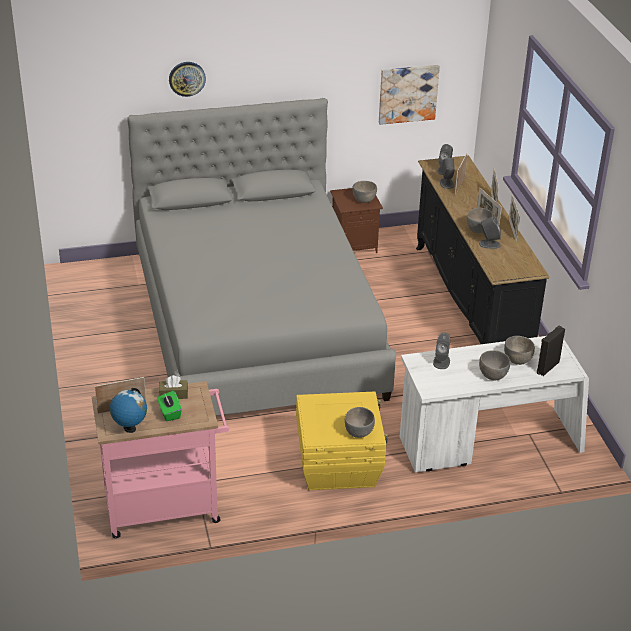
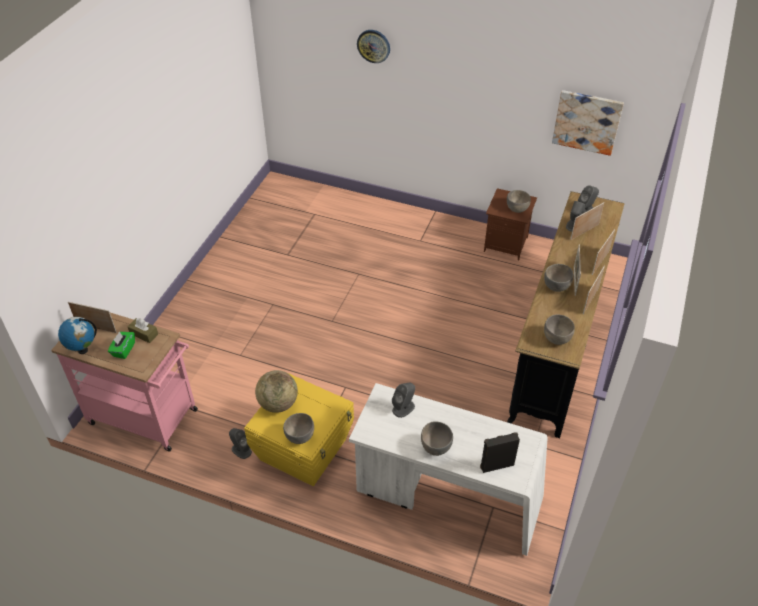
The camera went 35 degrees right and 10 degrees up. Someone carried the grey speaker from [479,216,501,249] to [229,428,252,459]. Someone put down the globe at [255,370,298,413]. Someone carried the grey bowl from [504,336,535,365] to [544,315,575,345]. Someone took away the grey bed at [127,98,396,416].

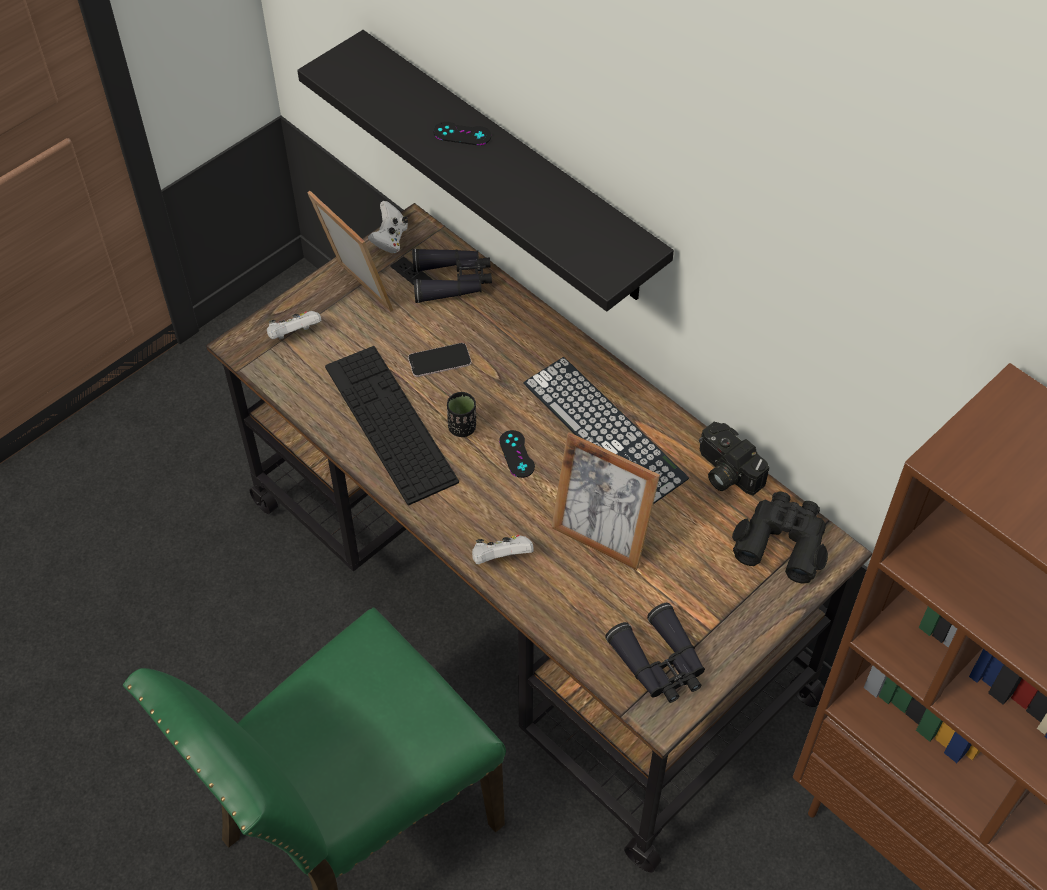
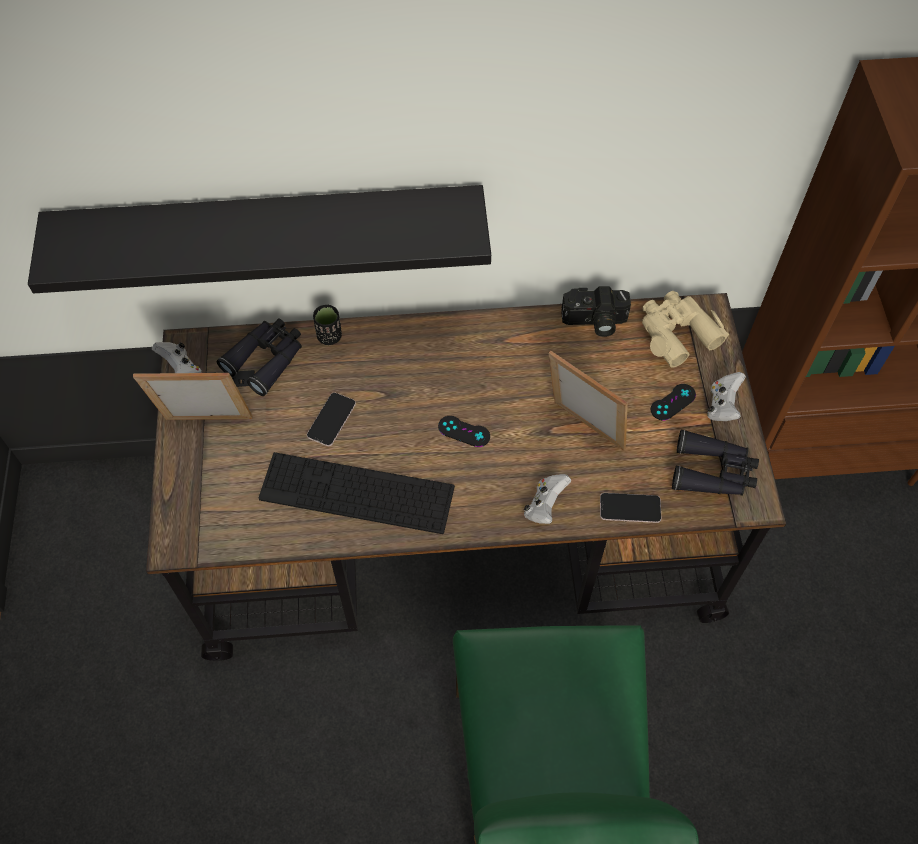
The camera went 50 degrees left and 5 degrees up. Someone carried the black cup from [447,392,476,437] to [313,305,342,345]. Someone rotated the picture frame at [551,432,660,570] by 120 degrees counterclockwise. Someone put down the phone at [600,493,661,523]. Someone repainted the black binoculars at [732,491,828,584], which became the beige binoculars at [642,291,729,368]. Someone carried the black game controller from [433,122,491,145] to [651,384,696,420]. Someone carried the white game controller from [267,311,321,340] to [707,372,746,421]. Someone took away the keyboard at [523,357,689,504].

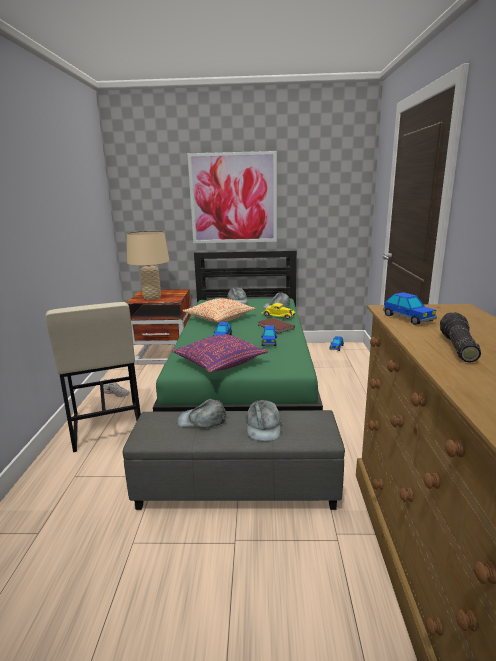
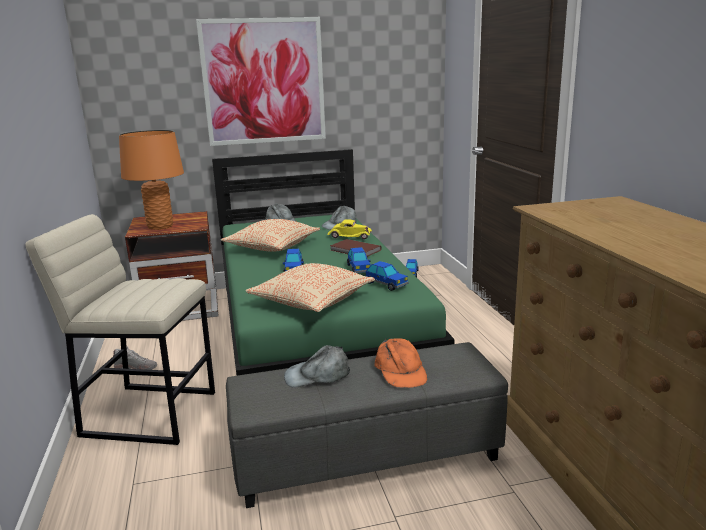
The camera went 15 degrees left and 0 degrees up. Someone rotated the beige chair at [45,302,141,452] by 135 degrees clockwise. Someone repainted the beige table lamp at [127,231,170,300], which became the orange table lamp at [119,130,184,230]. Someone repainted the purple pillow at [172,334,268,373], which became the beige pillow at [245,263,375,312]. Someone carried the toy car from [383,292,437,325] to [366,261,409,291]. Someone repainted the grey cap at [245,400,282,442], which became the orange cap at [375,338,427,388]. Someone took away the flashlight at [440,312,481,363].

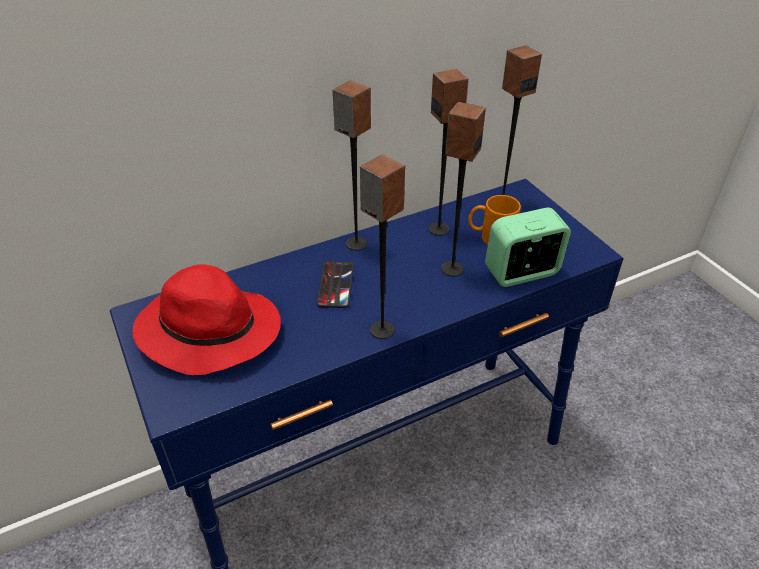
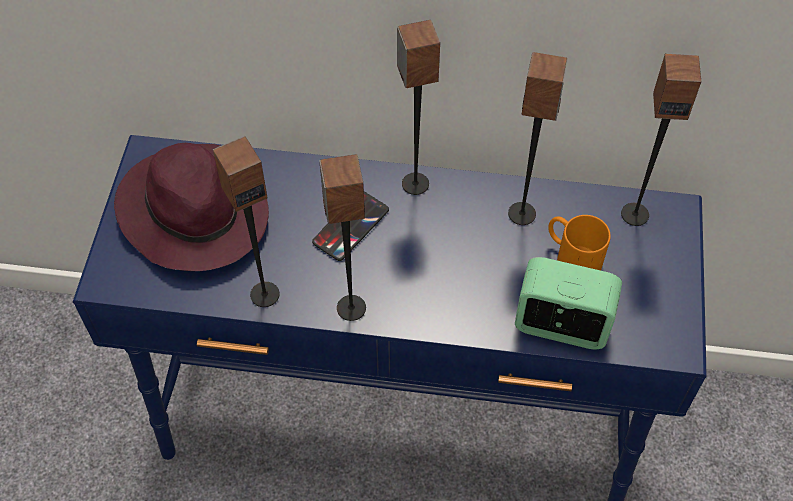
The camera went 35 degrees right and 15 degrees up. Someone repainted the red hat at [133,264,281,375], which became the purple hat at [114,143,269,271]. Someone carried the speaker from [441,102,486,276] to [213,136,280,307].

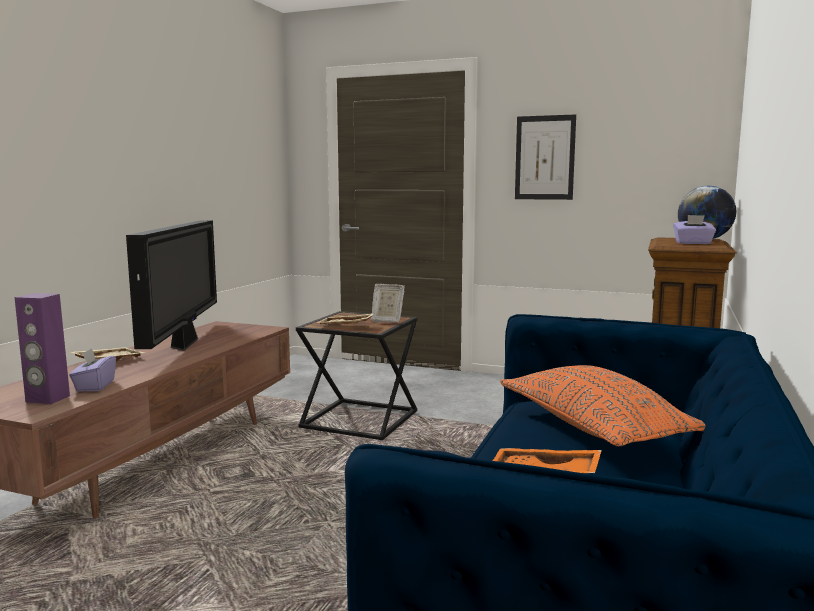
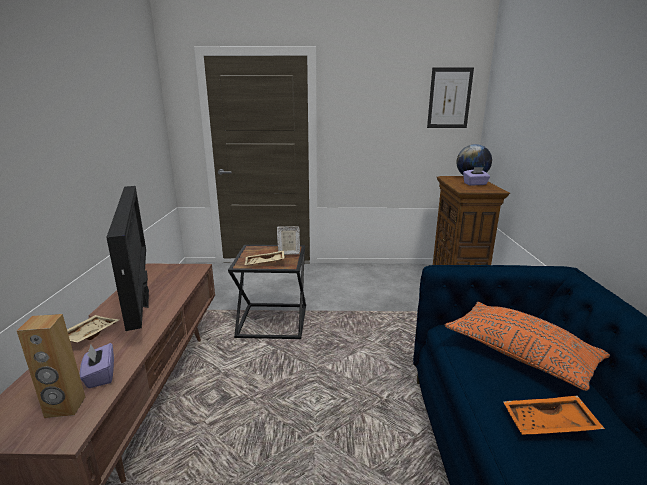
The camera went 20 degrees left and 10 degrees up. Someone repainted the purple speaker at [15,293,70,404], which became the brown speaker at [17,314,85,418]. Someone carried the picture from [515,114,576,200] to [427,67,474,128].

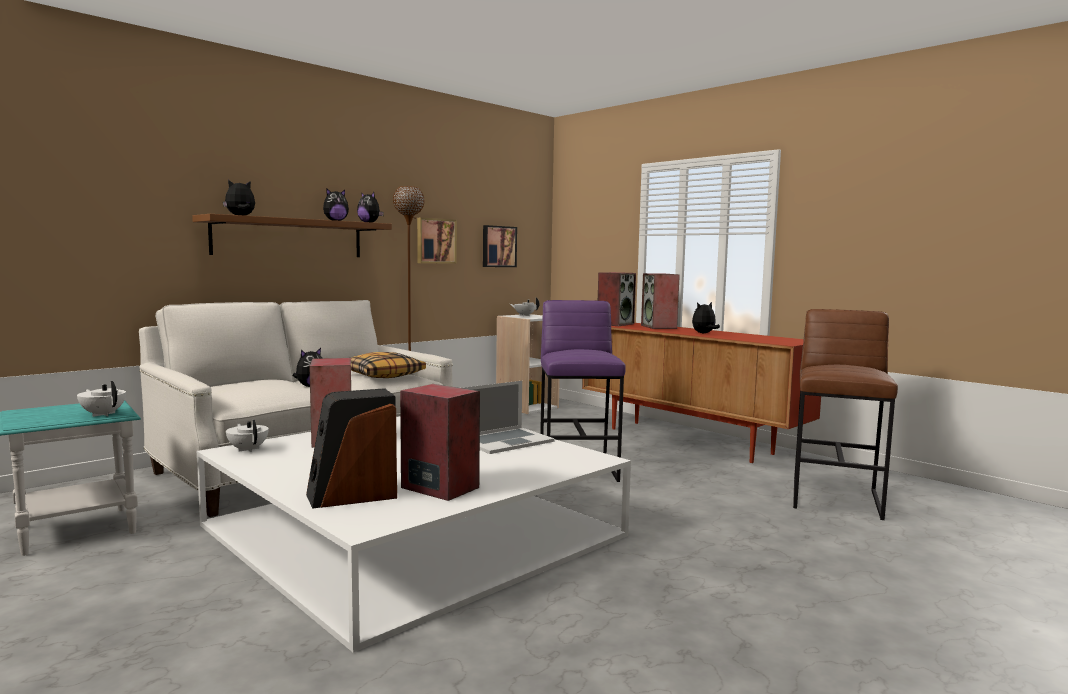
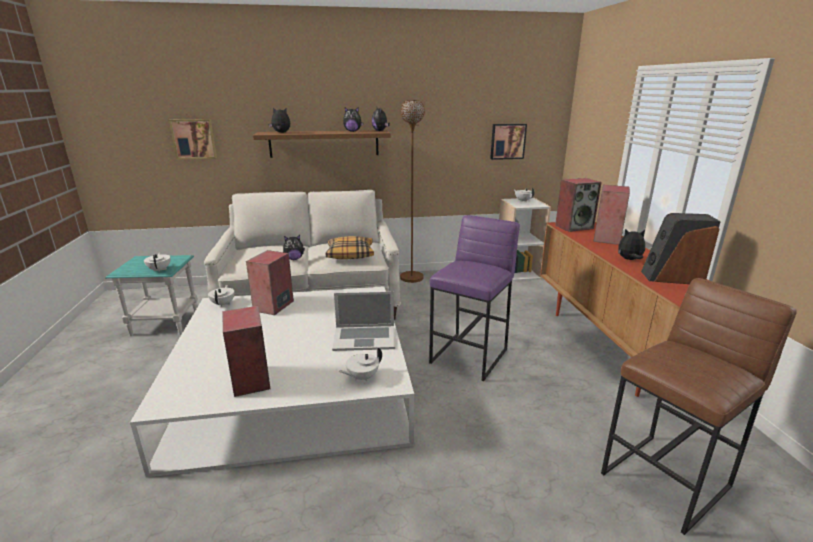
The camera went 35 degrees right and 15 degrees up. Someone carried the picture from [417,218,457,264] to [169,119,217,159]. Someone put down the white teapot at [339,347,382,381]. Someone carried the speaker from [306,388,397,509] to [641,213,721,284].

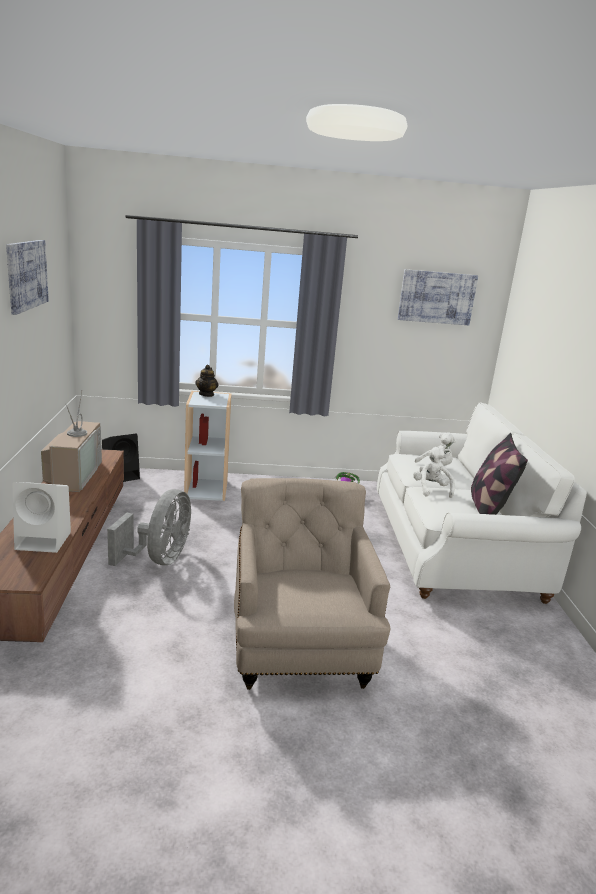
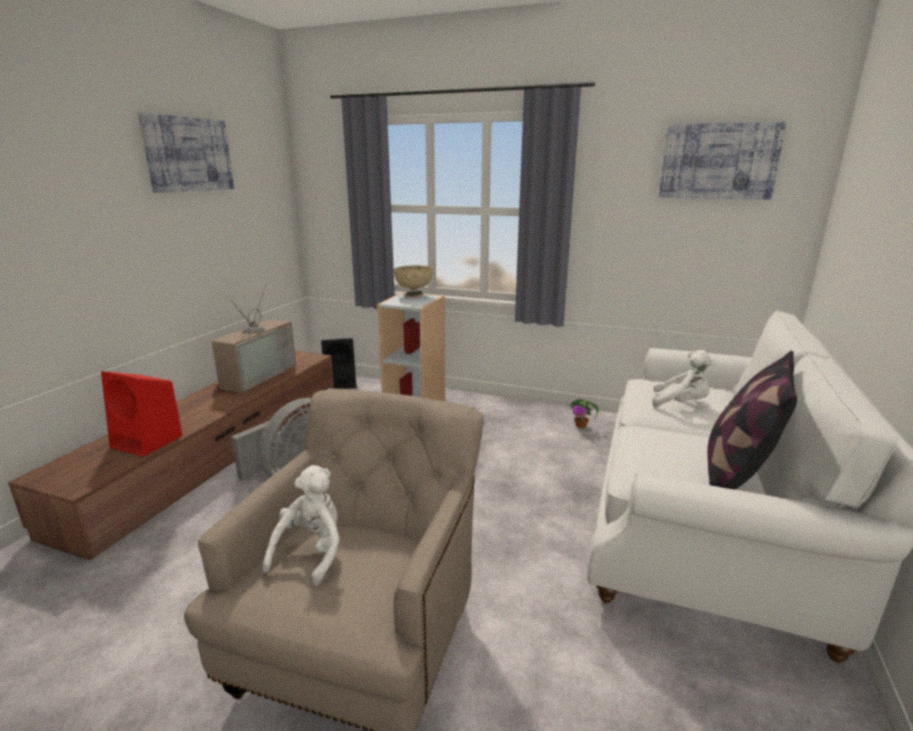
The camera went 25 degrees right and 0 degrees up. Someone repainted the white speaker at [13,482,71,553], which became the red speaker at [101,371,183,457]. Someone carried the white plush toy from [413,447,455,498] to [263,465,340,586]. Someone swapped the teapot at [195,364,218,397] for the beige bowl at [394,265,433,298].

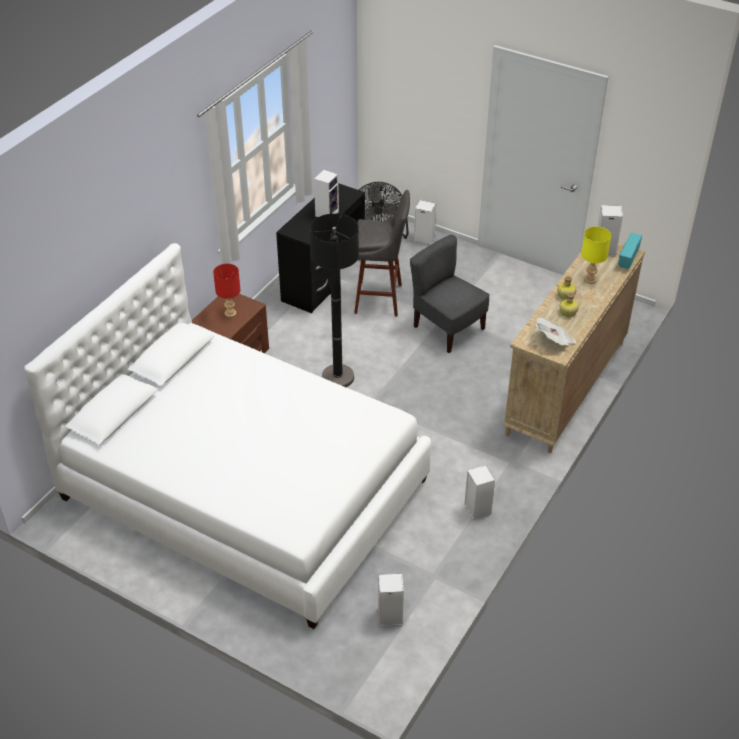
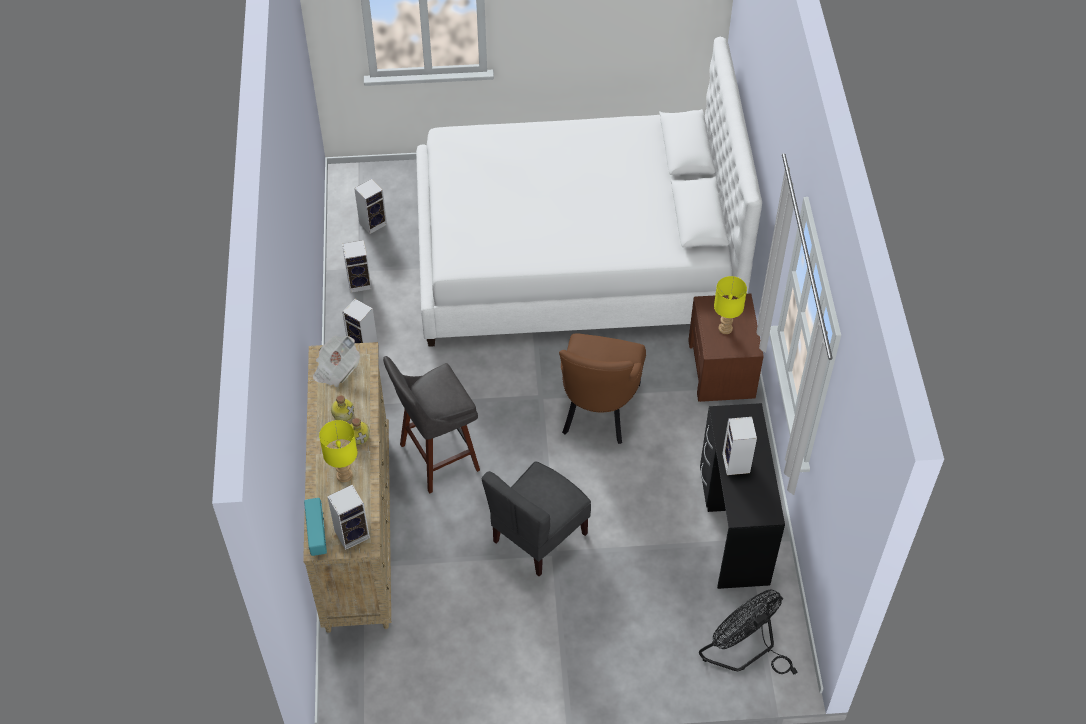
The camera went 145 degrees right and 10 degrees up. Someone carried the speaker from [414,200,436,245] to [342,240,372,293]. Someone carried the grey stool from [354,190,410,316] to [383,356,480,494]. Someone rotated the grey chair at [410,235,490,353] by 120 degrees clockwise. Someone swapped the black floor lamp at [310,213,359,387] for the brown chair at [559,333,646,444]. Someone repainted the red table lamp at [213,264,241,317], which became the yellow table lamp at [714,276,747,334].

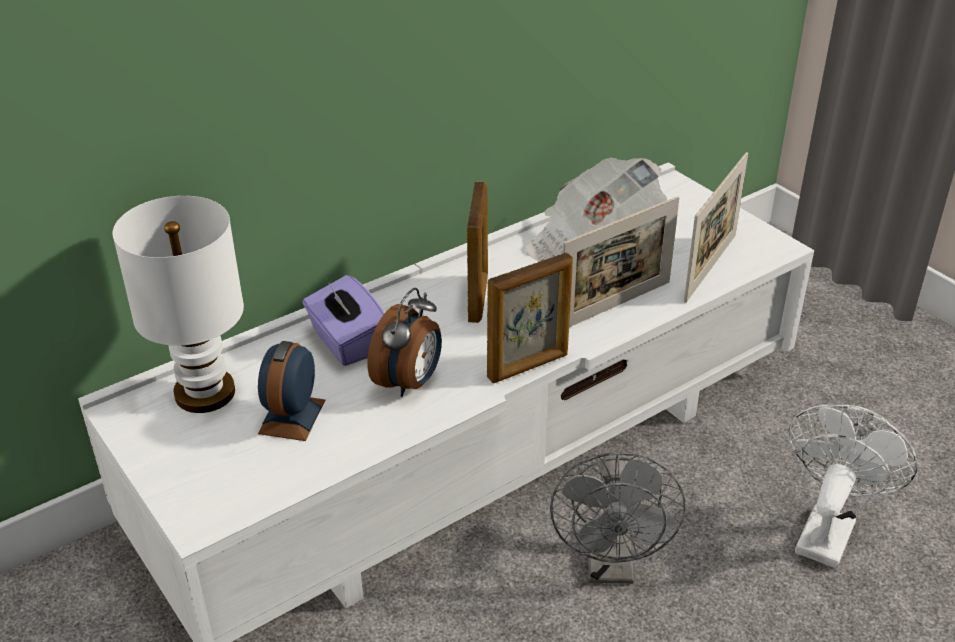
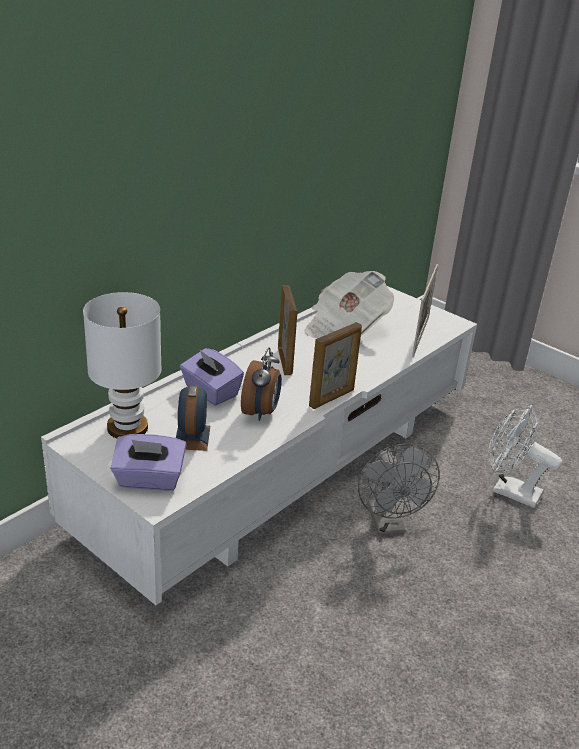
The camera went 15 degrees left and 5 degrees down. Someone put down the purple tissue box at [110,434,186,491]. Someone rotated the white fan at [788,405,917,568] by 75 degrees counterclockwise. Someone took away the picture frame at [563,196,679,327].

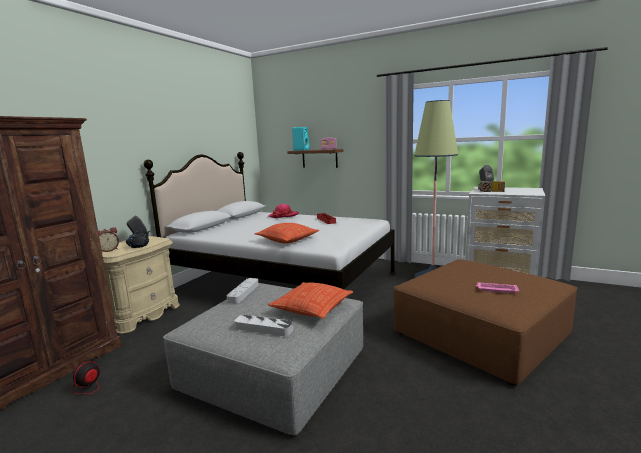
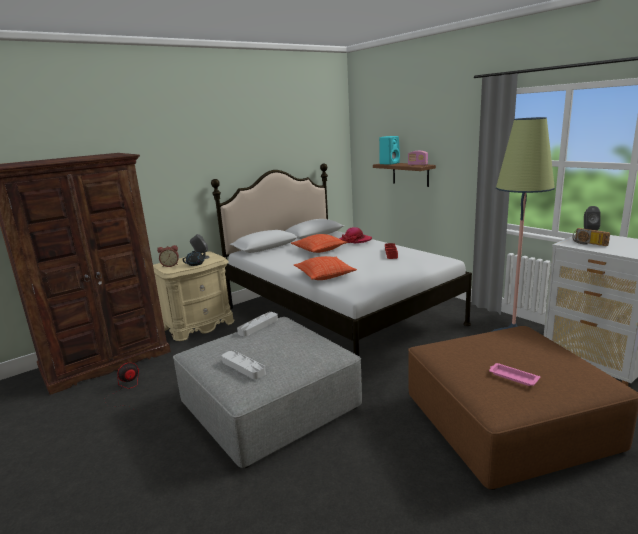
The camera went 25 degrees right and 5 degrees up. Someone carried the orange pillow from [268,282,353,319] to [291,234,348,253].

